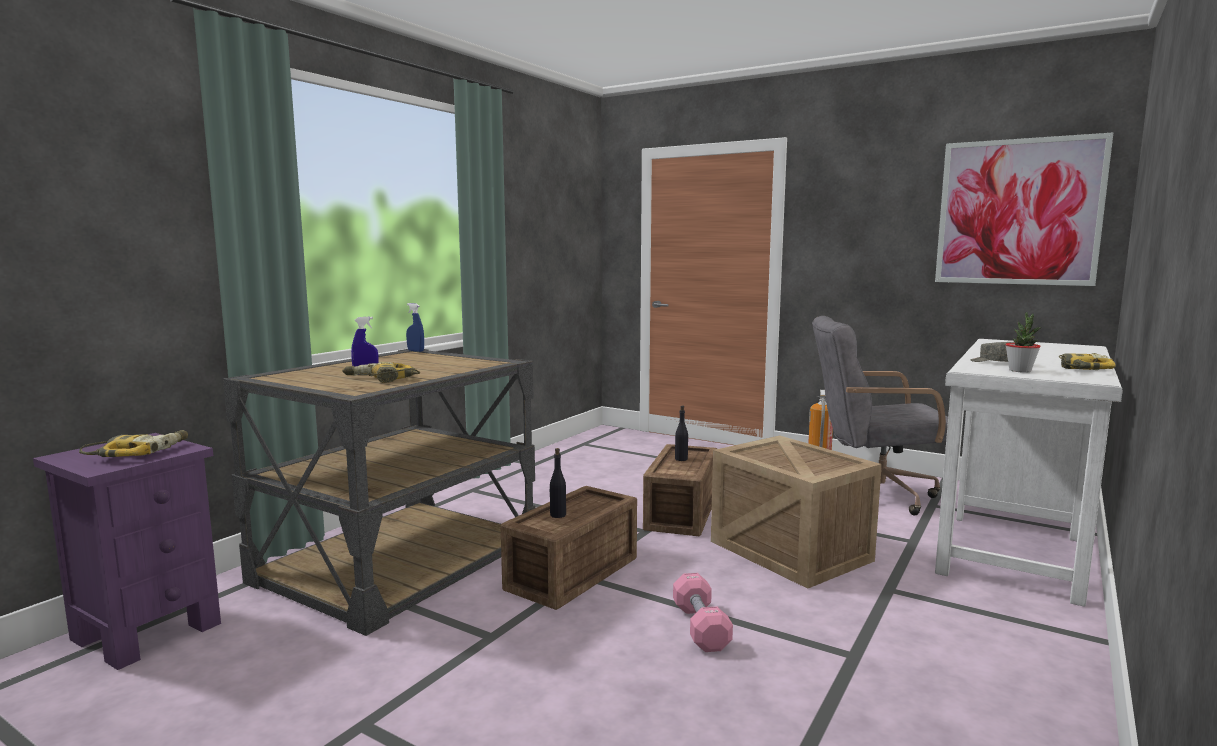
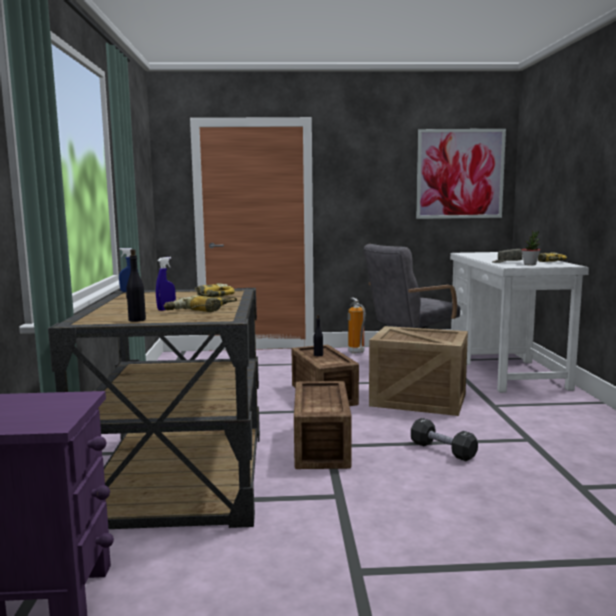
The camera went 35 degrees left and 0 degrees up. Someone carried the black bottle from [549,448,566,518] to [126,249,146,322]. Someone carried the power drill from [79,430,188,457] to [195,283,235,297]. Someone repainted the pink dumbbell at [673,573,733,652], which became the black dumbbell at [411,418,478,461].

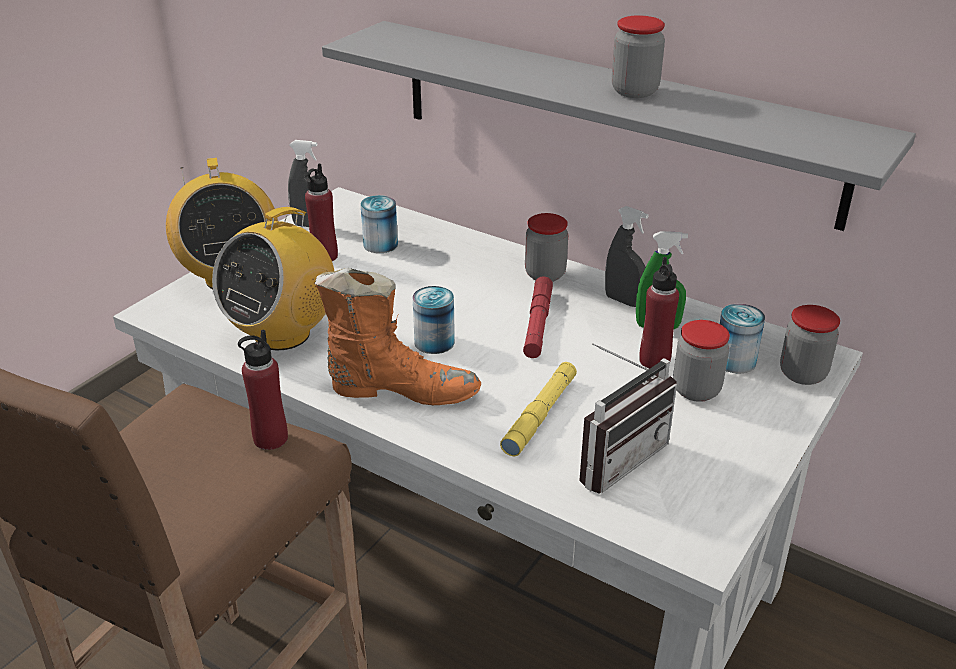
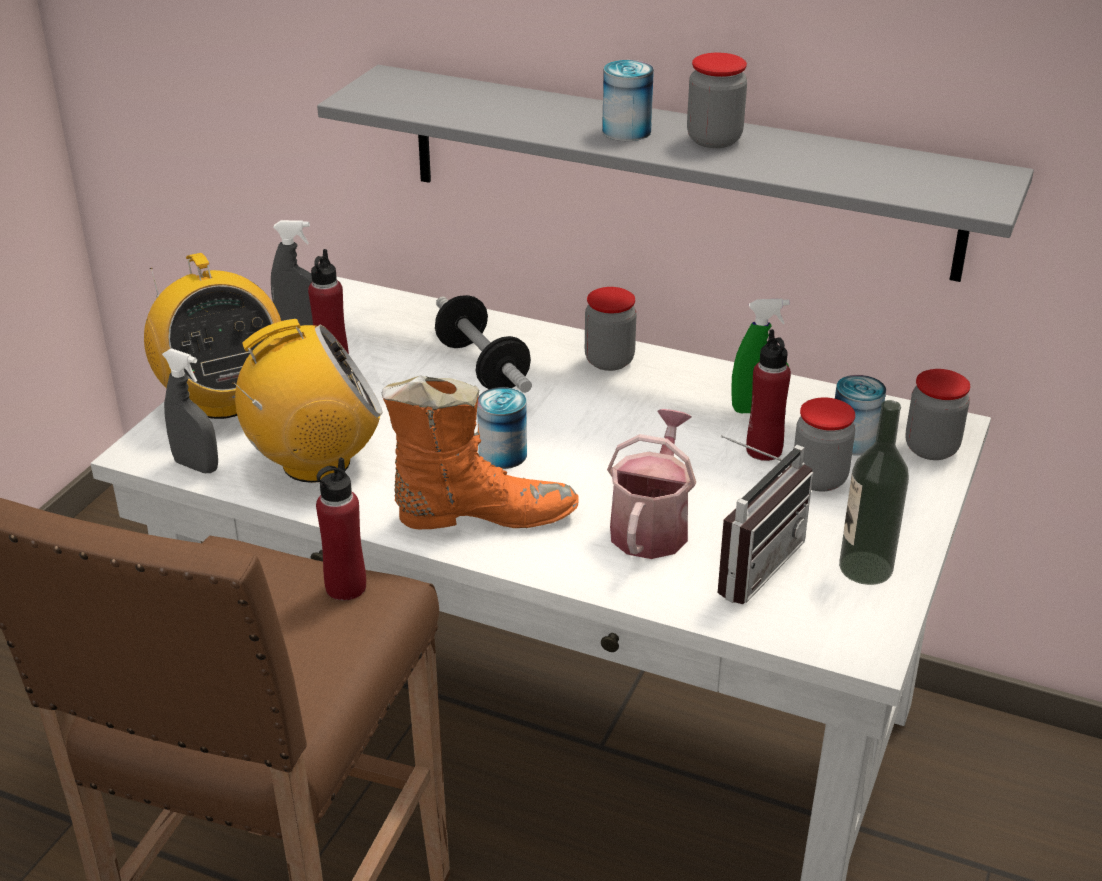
The camera went 10 degrees left and 0 degrees up. Someone carried the grey spray bottle from [605,206,648,307] to [162,348,218,473]. Someone rotated the radio at [212,206,334,350] by 135 degrees counterclockwise. Someone put down the dumbbell at [435,295,532,393]. Someone carried the can from [360,195,398,253] to [602,60,654,141]. Someone swapped the yellow flashlight at [500,362,577,457] for the watering can at [607,409,696,559]. Someone put down the bottle at [839,400,909,585]. Someone took away the red flashlight at [523,277,553,358].

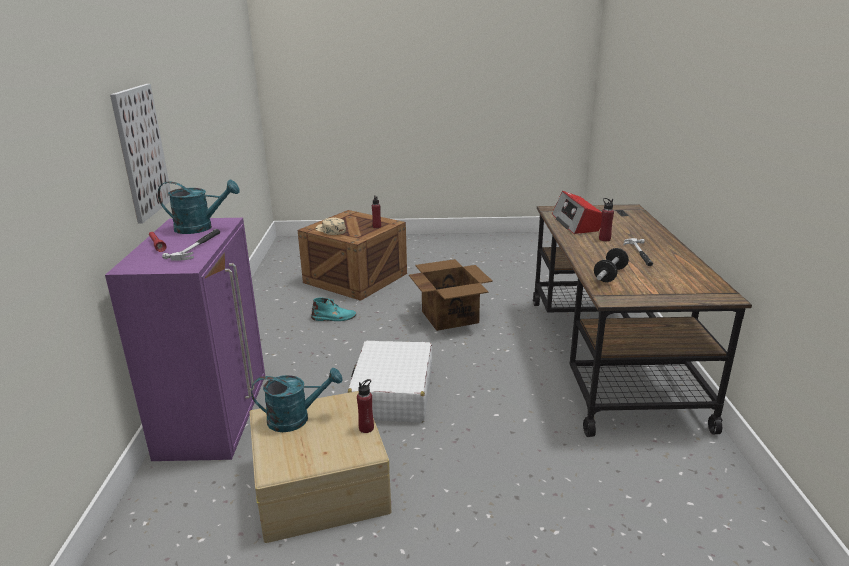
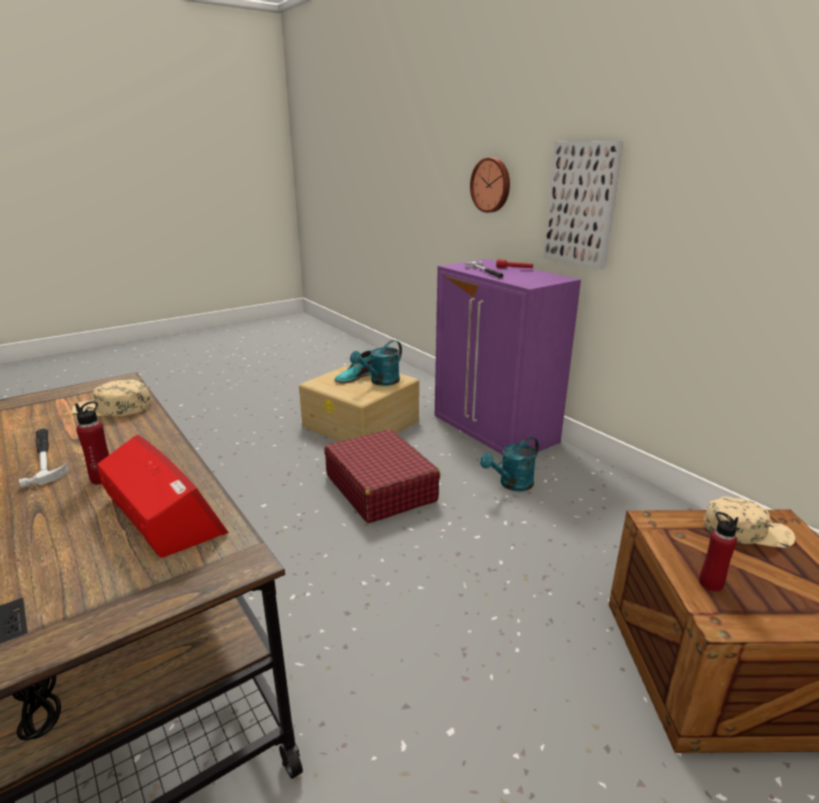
The camera went 145 degrees right and 0 degrees up. Someone swapped the dumbbell at [594,248,629,282] for the beige cap at [72,380,152,416]. Someone repainted the white suitcase at [348,341,432,423], which became the red suitcase at [324,429,440,523]. Someone carried the turquoise boot from [311,298,357,321] to [334,350,372,384]. Someone put up the wall clock at [470,158,510,213]. Someone carried the turquoise watering can from [158,180,240,234] to [480,437,539,491]. Someone took away the red bottle at [357,379,374,433]. Someone took away the cardboard box at [409,259,493,331].

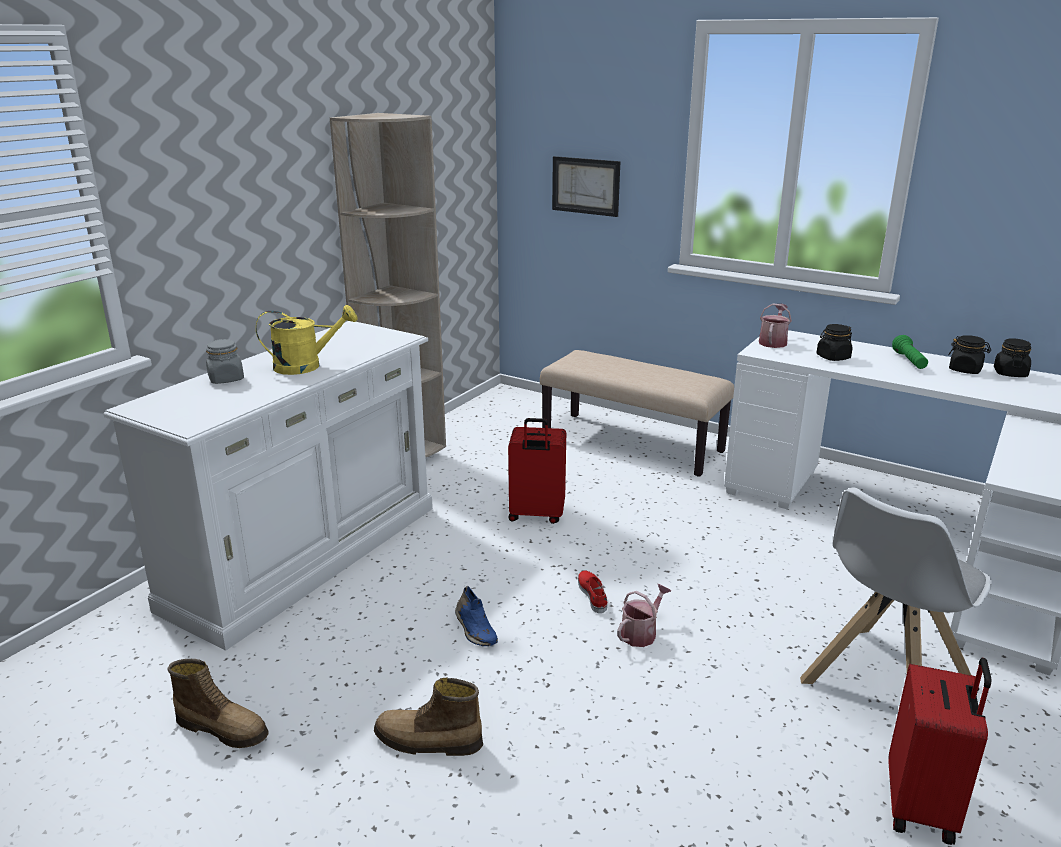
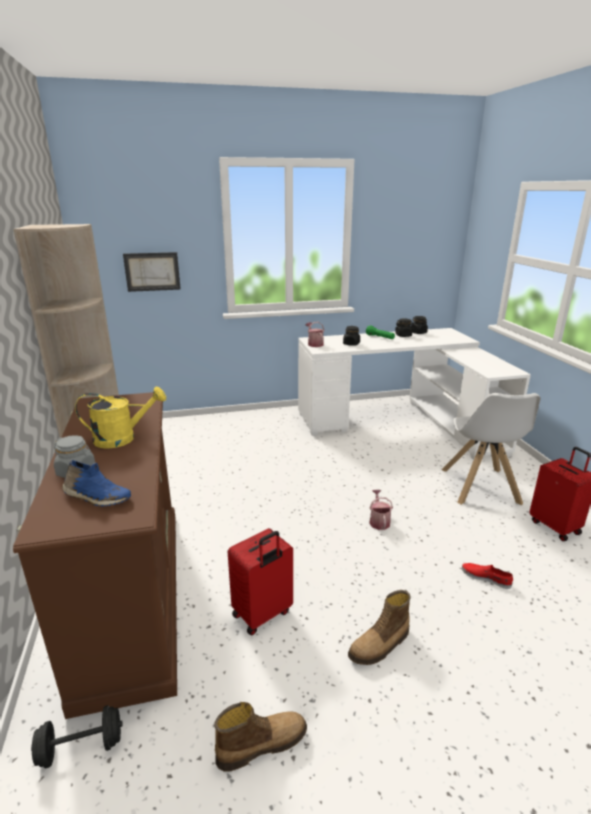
The camera went 45 degrees left and 0 degrees up. Someone repainted the white cabinet at [104,321,433,651], which became the brown cabinet at [13,392,177,719]. Someone put down the black dumbbell at [31,705,123,768]. Someone carried the blue shoe from [455,586,498,646] to [62,460,131,506]. Someone rotated the yellow watering can at [256,305,358,375] by 45 degrees clockwise. Someone carried the red suitcase from [508,418,566,524] to [228,528,293,636]. Someone carried the red shoe from [578,571,607,613] to [462,563,513,589]. Someone took away the beige bench at [540,350,734,477].

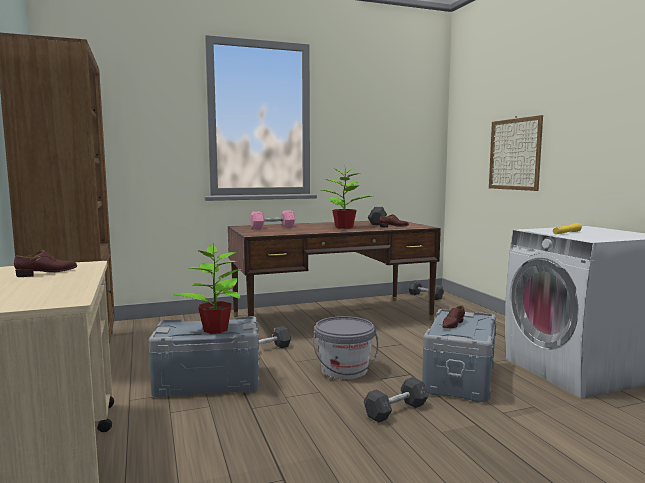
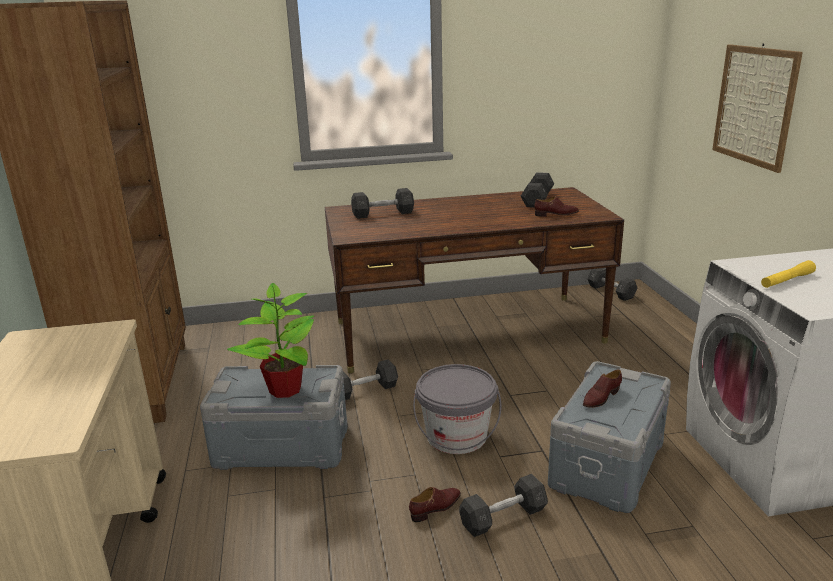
The camera went 10 degrees right and 15 degrees up. Someone repainted the pink dumbbell at [250,210,295,229], which became the grey dumbbell at [351,188,414,219]. Someone carried the brown shoe from [14,250,77,277] to [409,487,461,522]. Someone took away the potted plant at [322,164,372,229].

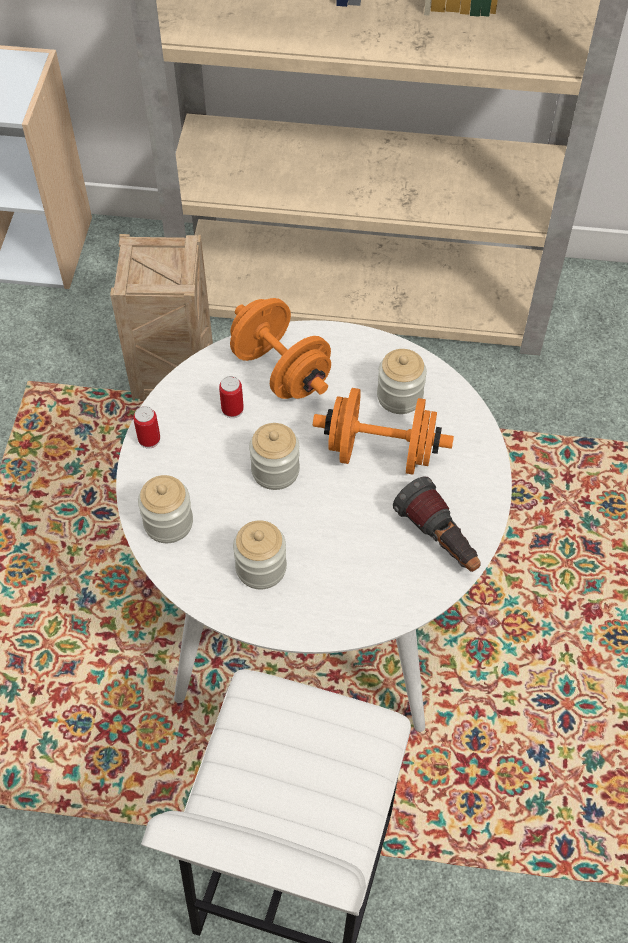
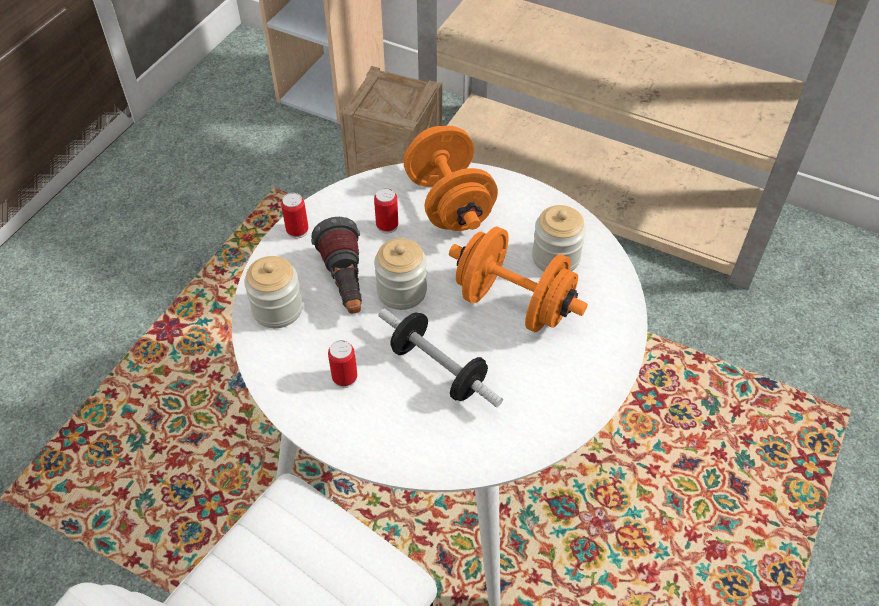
The camera went 20 degrees right and 5 degrees down. Someone carried the flashlight from [393,477,481,572] to [311,217,362,314]. Someone swapped the jar at [233,520,287,589] for the can at [328,340,357,388]. Someone put down the dumbbell at [378,308,503,408].

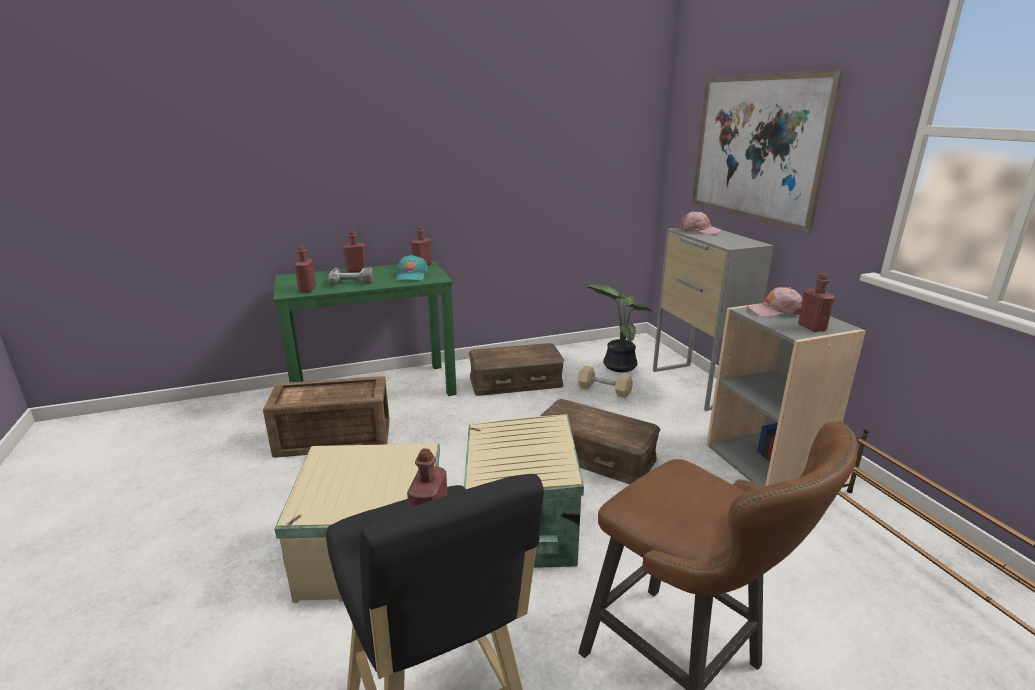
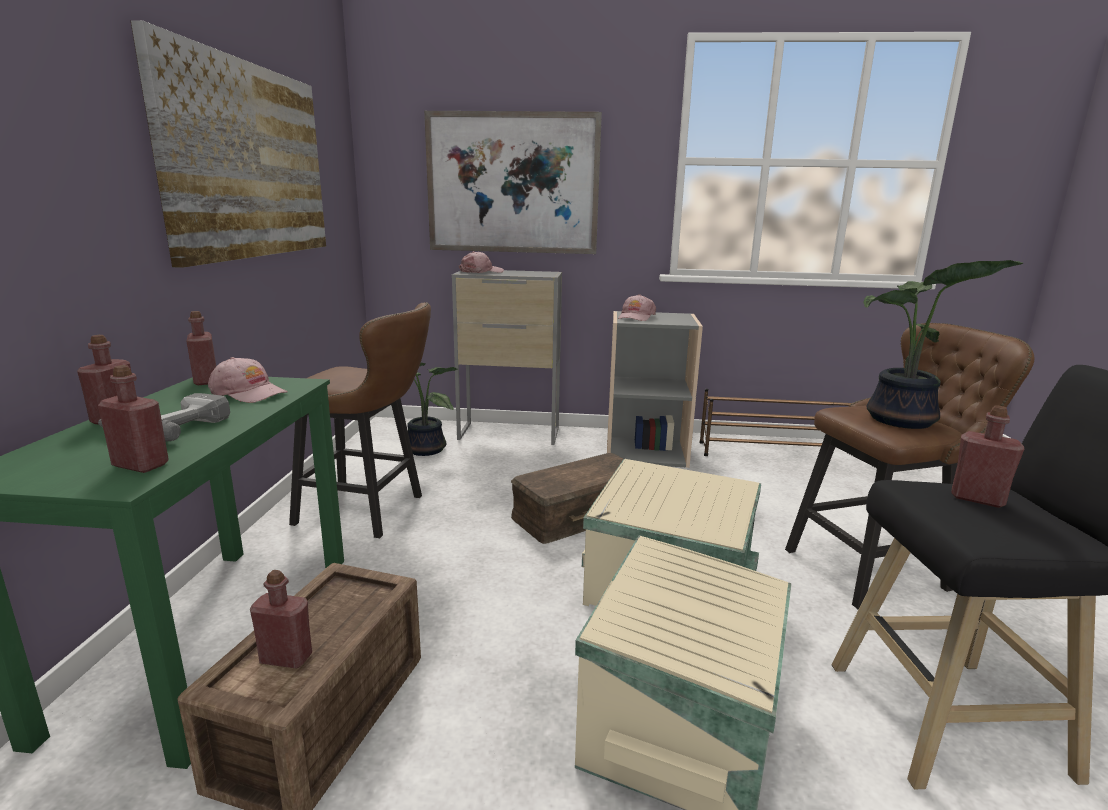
The camera went 65 degrees left and 5 degrees down. Someone put up the picture at [131,20,326,268]. Someone repainted the turquoise cap at [396,255,428,281], which became the pink cap at [208,357,288,403]. Someone carried the red bottle from [798,273,835,332] to [250,570,312,669]. Someone swapped the brown storage box at [469,343,565,396] for the brown stool at [289,302,431,538]. Someone put down the potted plant at [863,260,1023,429]. Someone took away the beige dumbbell at [577,365,633,398].

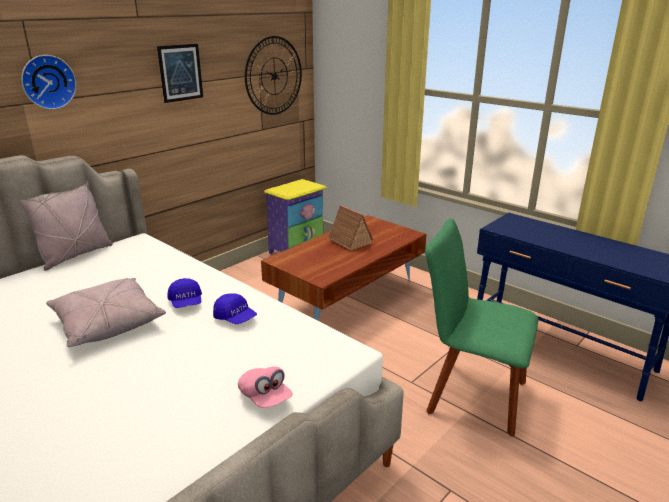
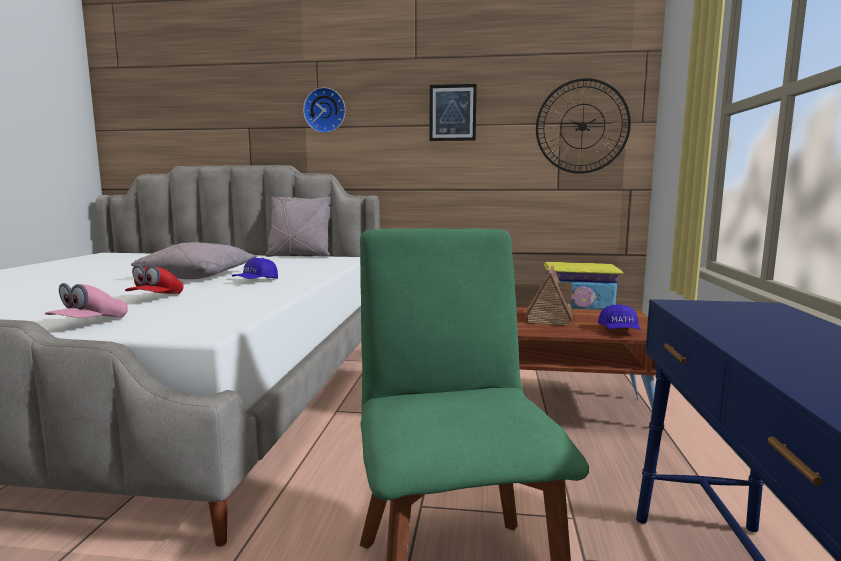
The camera went 55 degrees right and 15 degrees down. Someone put down the red cap at [125,265,183,294]. Someone carried the blue cap from [213,293,257,324] to [598,304,641,330].

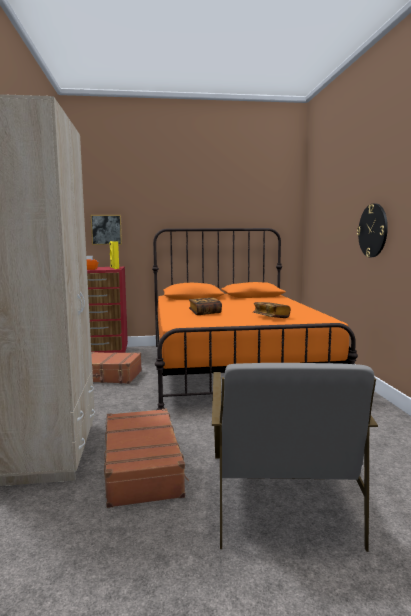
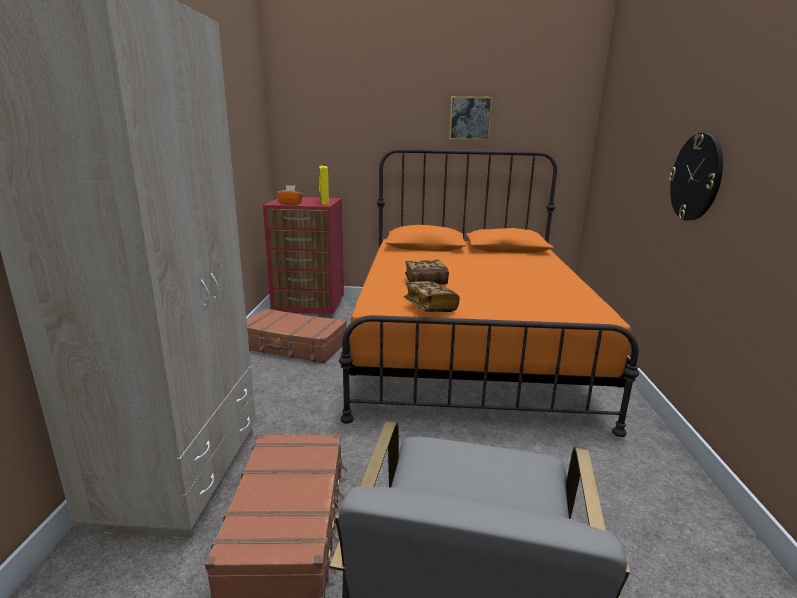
The camera went 10 degrees right and 10 degrees up. Someone carried the book from [253,302,291,318] to [404,281,460,312]. Someone carried the picture from [90,215,122,245] to [449,96,493,140].

